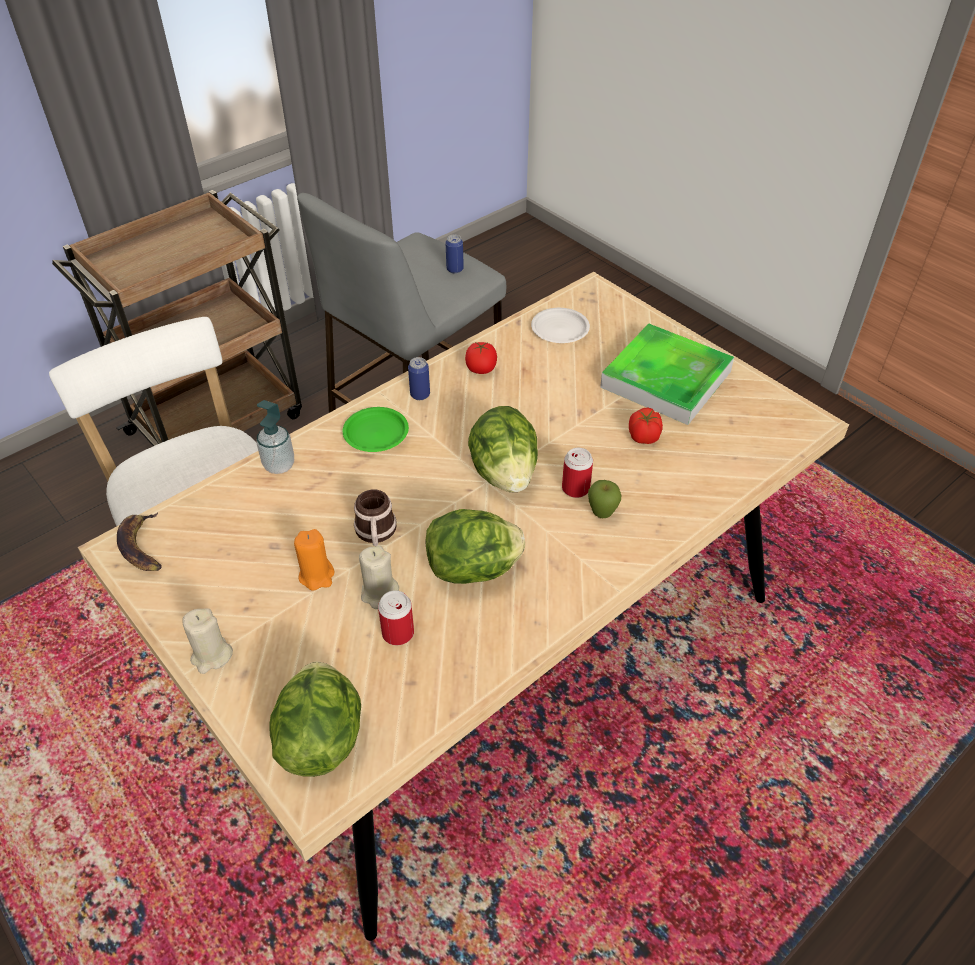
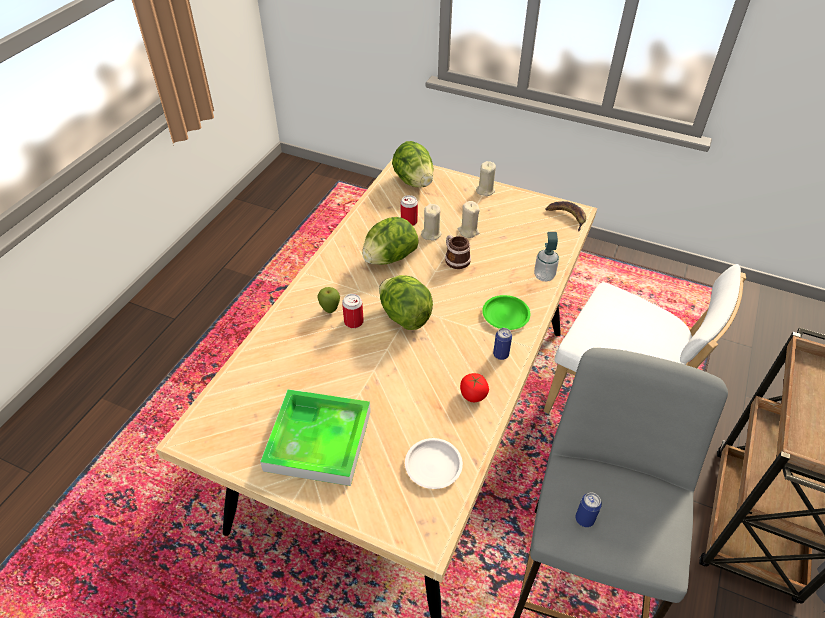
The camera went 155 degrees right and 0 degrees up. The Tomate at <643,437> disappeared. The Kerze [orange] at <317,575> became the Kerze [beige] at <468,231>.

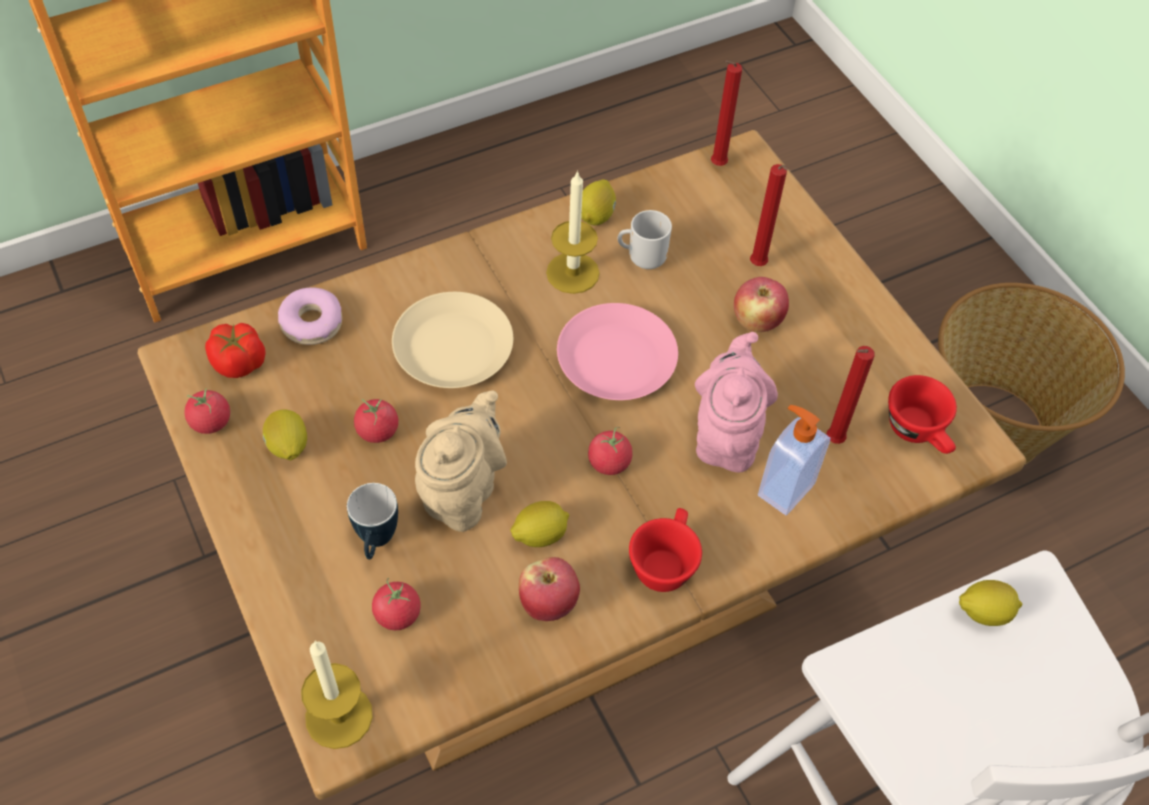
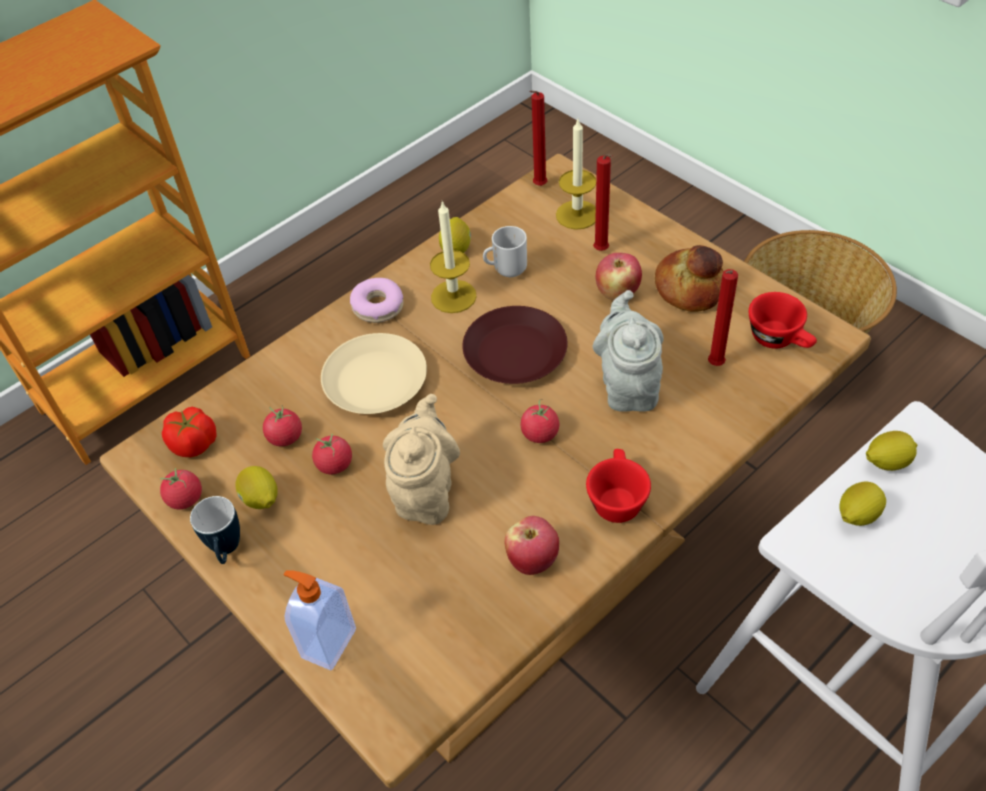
The camera went 10 degrees left and 5 degrees down. The Donut moved from <312,323> to <378,306>. The Teller [rosa] at <617,359> became the Teller [braun] at <516,352>. The Teekanne [rosa] at <727,435> became the Teekanne [grau] at <628,385>. The Seifenspender moved from <784,489> to <327,643>. The Henkelbecher moved from <376,543> to <226,551>. The Zitrone moved from <539,535> to <857,515>. The Tomate moved from <397,614> to <285,437>. The Kerze moved from <339,716> to <577,215>. The Brot at <689,288> appeared.

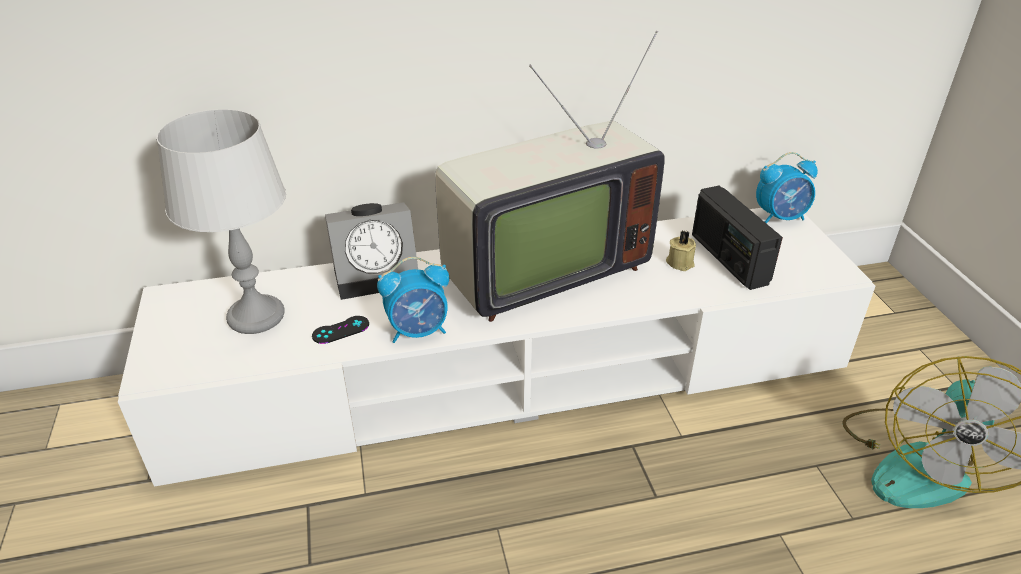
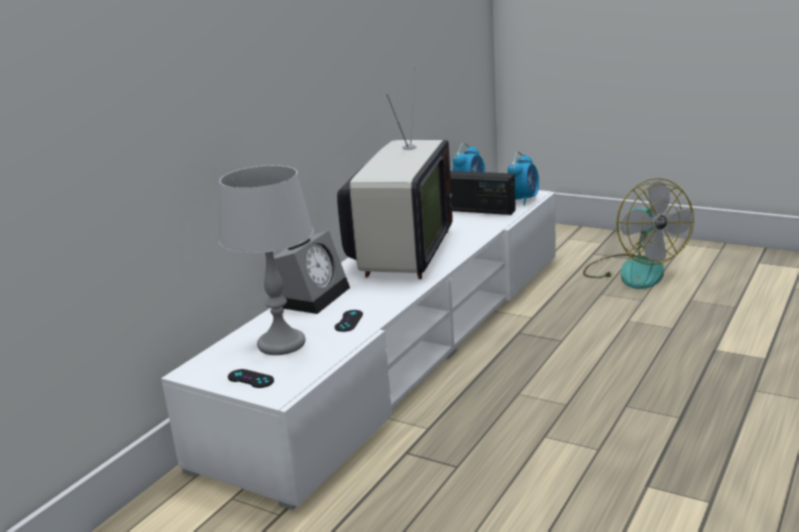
The camera went 45 degrees left and 15 degrees down. The Kerze [beige] at <680,262> disappeared. The Wecker moved from <418,331> to <523,200>. The Gamepad [schwarz] at <250,379> appeared.

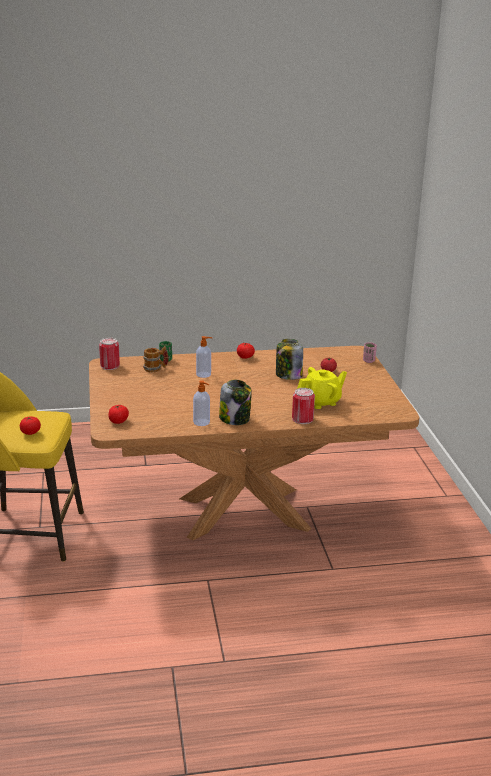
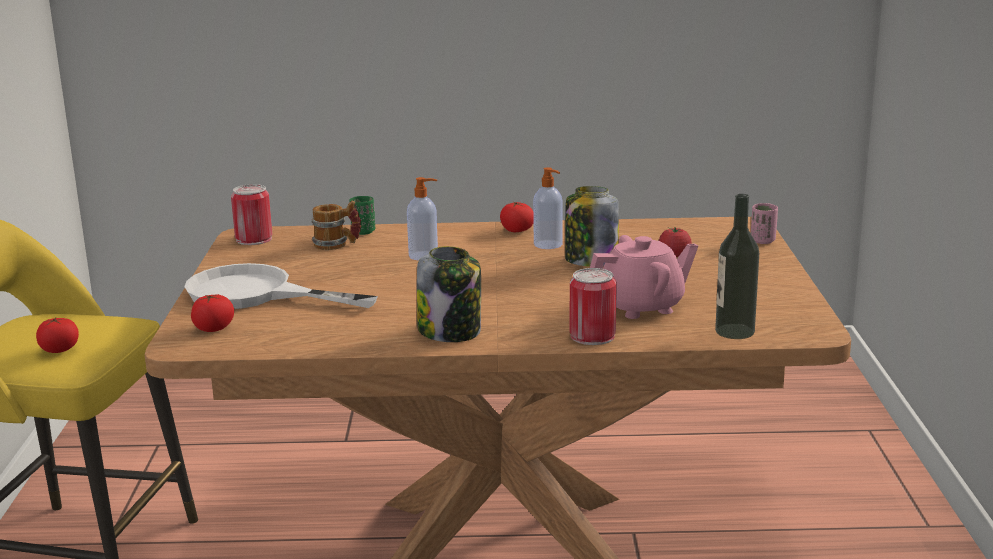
The camera went 10 degrees right and 5 degrees down. The Teekanne [gelb] at <321,402> became the Teekanne [rosa] at <642,307>. The Seifenspender moved from <202,422> to <548,245>. The Flasche at <734,331> appeared. The Pfanne [weiß] at <256,294> appeared.

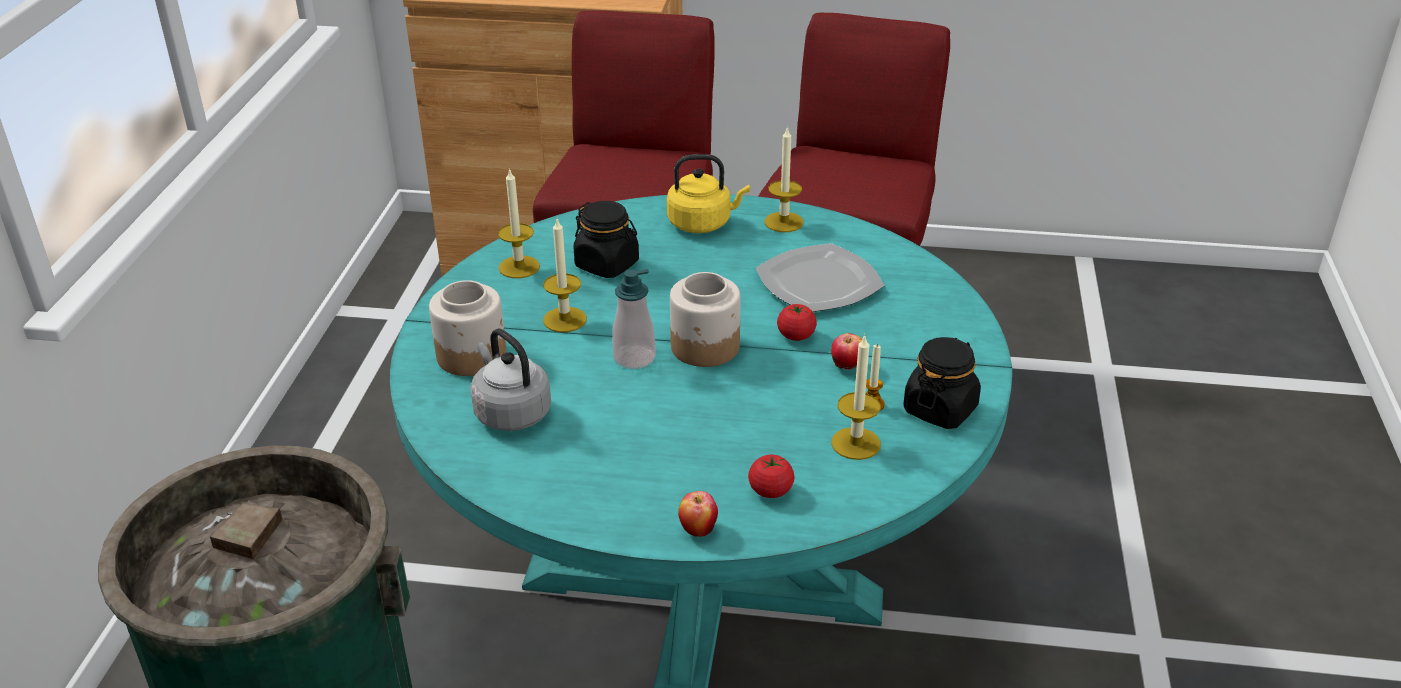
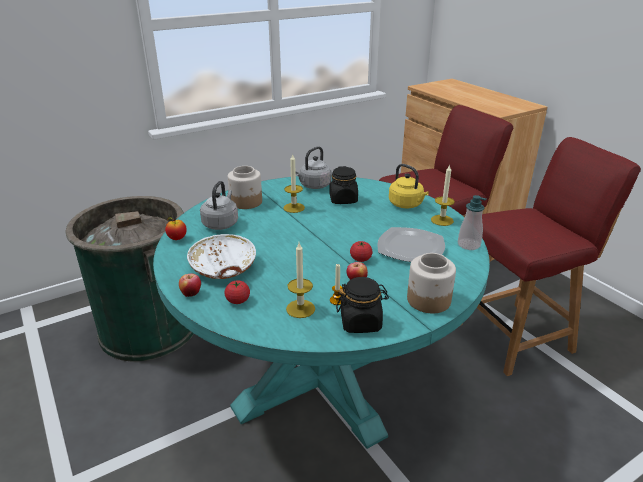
The camera went 50 degrees right and 5 degrees down. The Kerze at <519,267> was replaced by the Wasserkessel [grau] at <314,186>. The Seifenspender moved from <634,358> to <468,245>. The Vorratsglas moved from <705,347> to <428,300>. The Apfel at <177,238> appeared. The Schüssel [weiß] at <223,267> appeared.

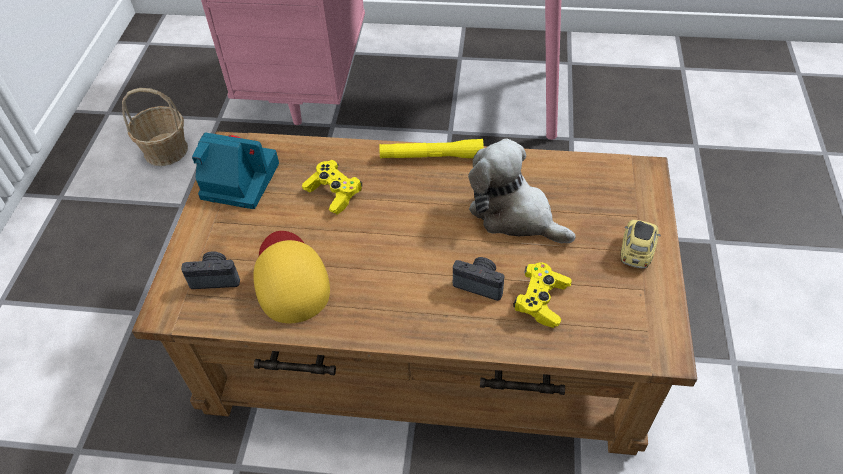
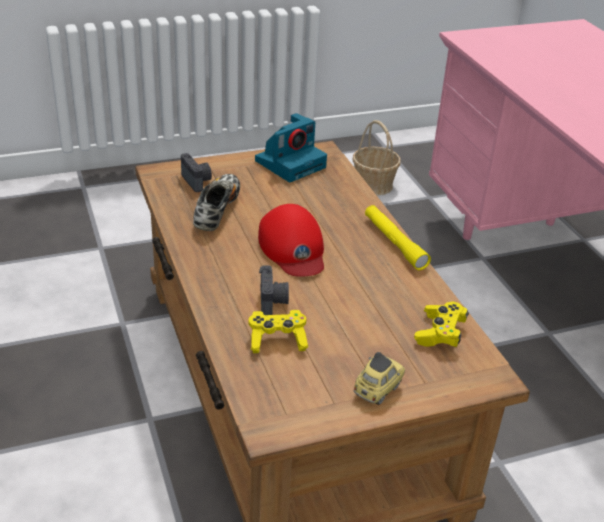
The camera went 60 degrees right and 15 degrees down. The Kamera at <238,181> turned 60 degrees clockwise. The Plüschtier at <514,214> disappeared. The Gamepad [gelb] moved from <334,193> to <440,333>. The Spielzeugauto at <636,252> turned 45 degrees counterclockwise. The Kappe [gelb] at <290,278> was replaced by the Schuh at <217,211>. The Kappe [rot] at <293,248> appeared.

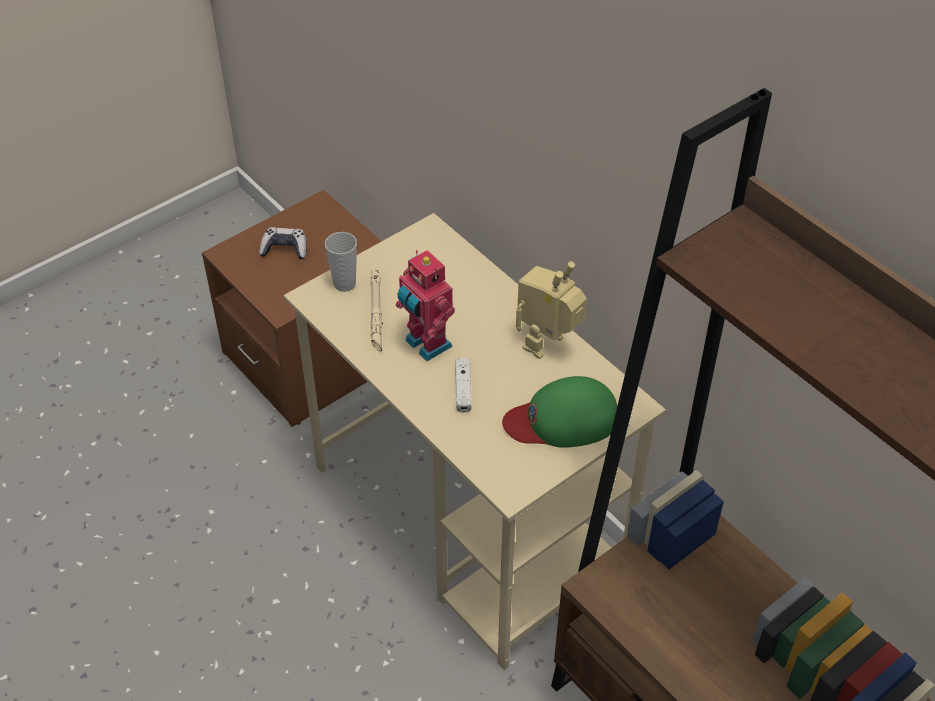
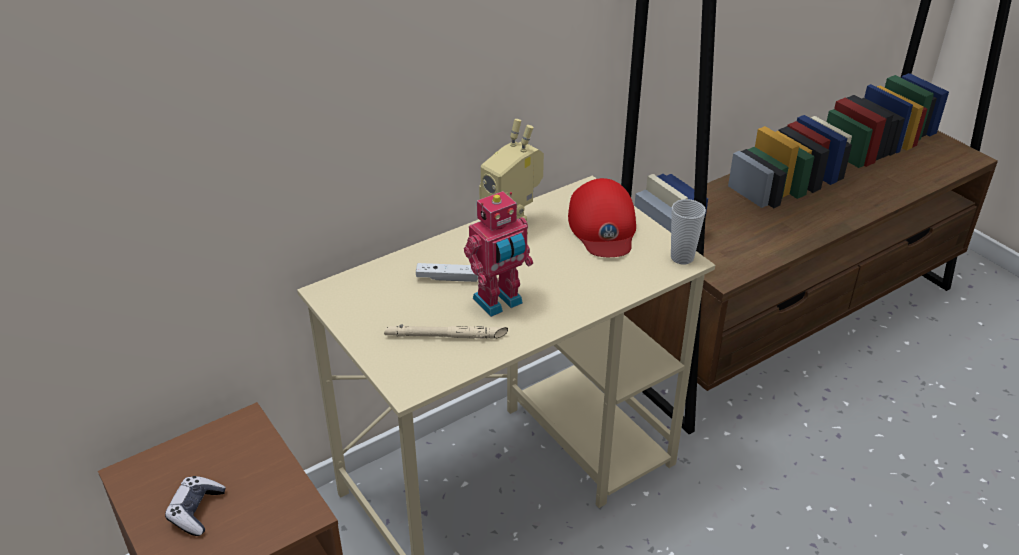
The camera went 85 degrees left and 10 degrees down. The Tasse moved from <344,284> to <682,257>. The Gamepad [weiß] moved from <463,389> to <447,278>. The Kappe [grün] at <562,419> became the Kappe [rot] at <603,227>.

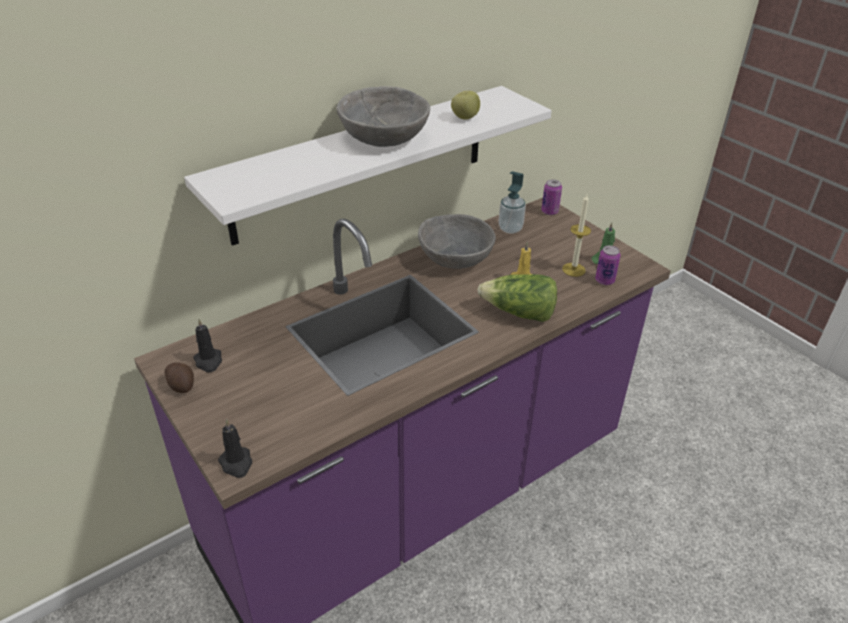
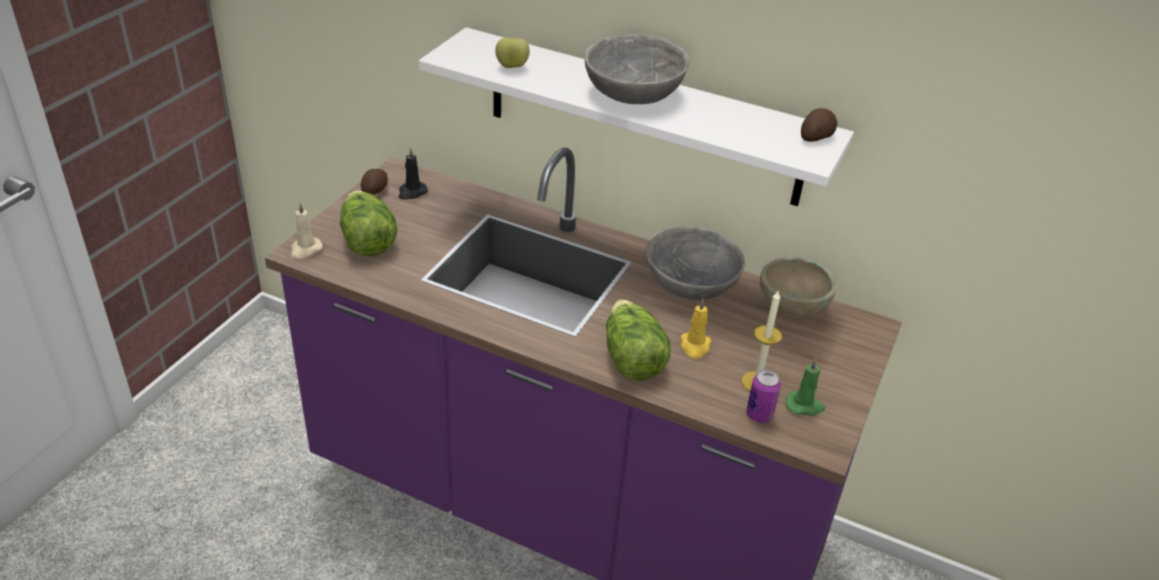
The camera went 60 degrees right and 0 degrees up. The Apfel moved from <464,118> to <512,67>. The Seifenspender at <510,229> was replaced by the Schüssel [beige] at <792,310>. The Dose at <549,212> disappeared. The Kerze [schwarz] at <236,463> became the Kerze [beige] at <305,250>. The Kartoffel at <815,136> appeared. The Salatkopf at <366,240> appeared.

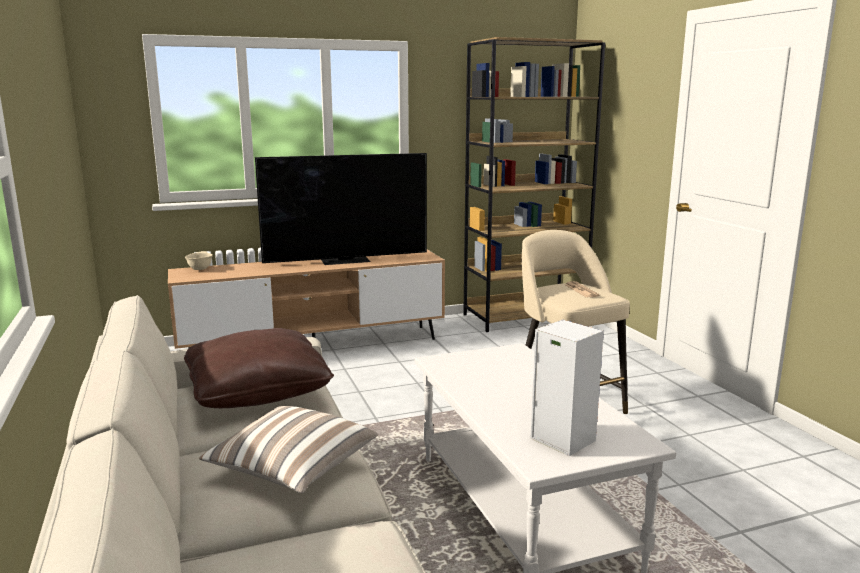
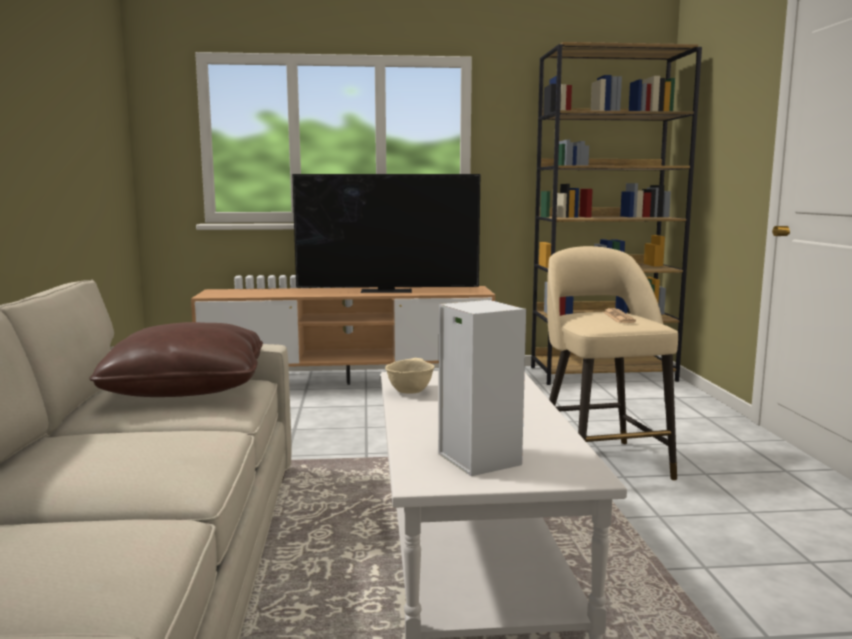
The camera went 15 degrees right and 5 degrees down. The Schüssel [beige] moved from <200,269> to <409,391>. The Kissen at <292,469> disappeared.

